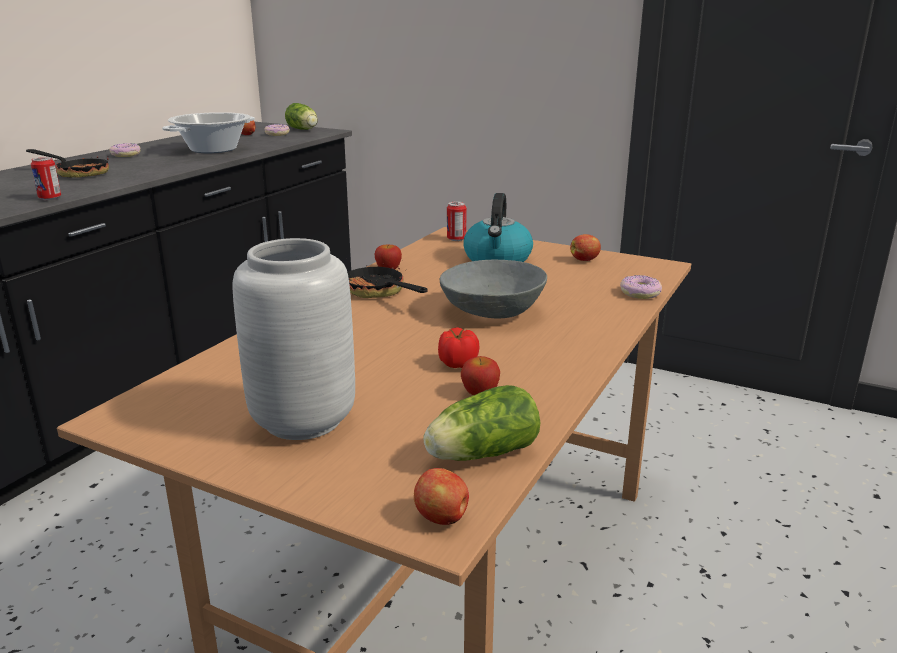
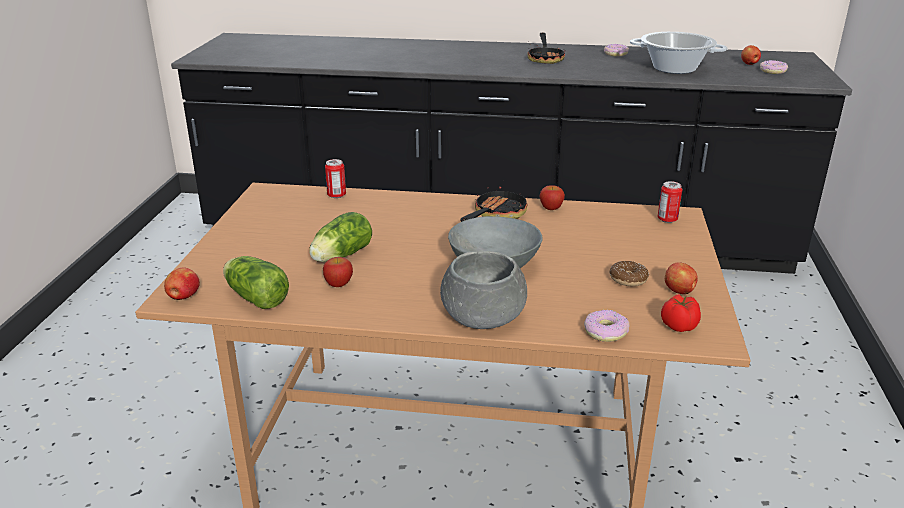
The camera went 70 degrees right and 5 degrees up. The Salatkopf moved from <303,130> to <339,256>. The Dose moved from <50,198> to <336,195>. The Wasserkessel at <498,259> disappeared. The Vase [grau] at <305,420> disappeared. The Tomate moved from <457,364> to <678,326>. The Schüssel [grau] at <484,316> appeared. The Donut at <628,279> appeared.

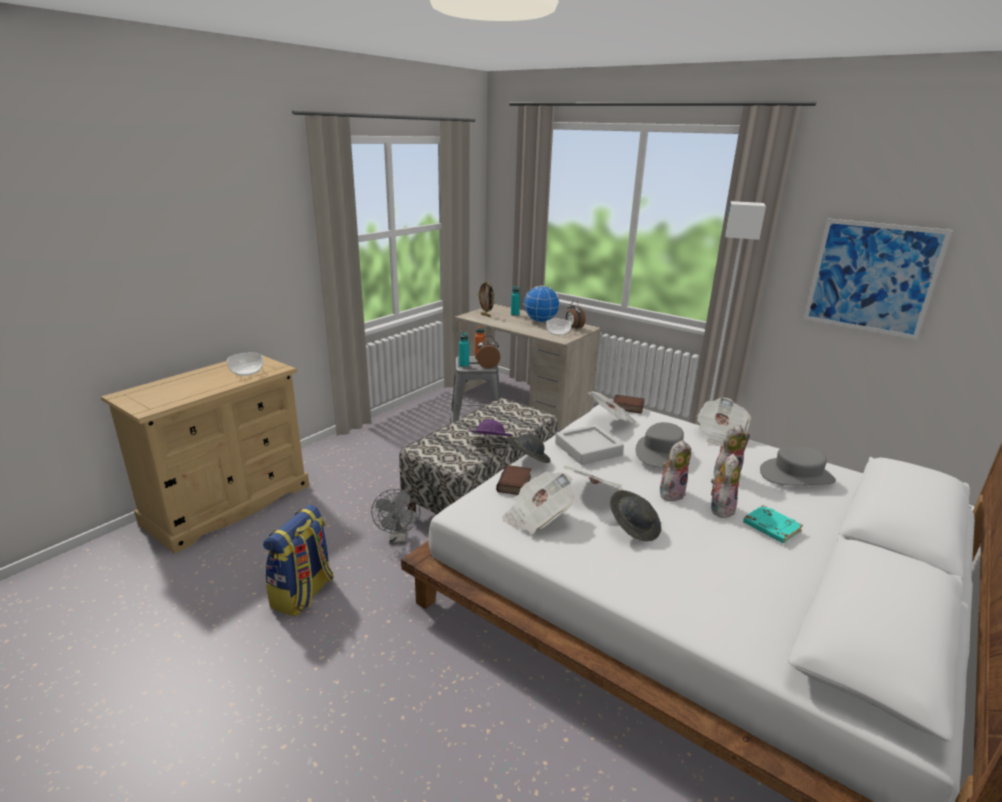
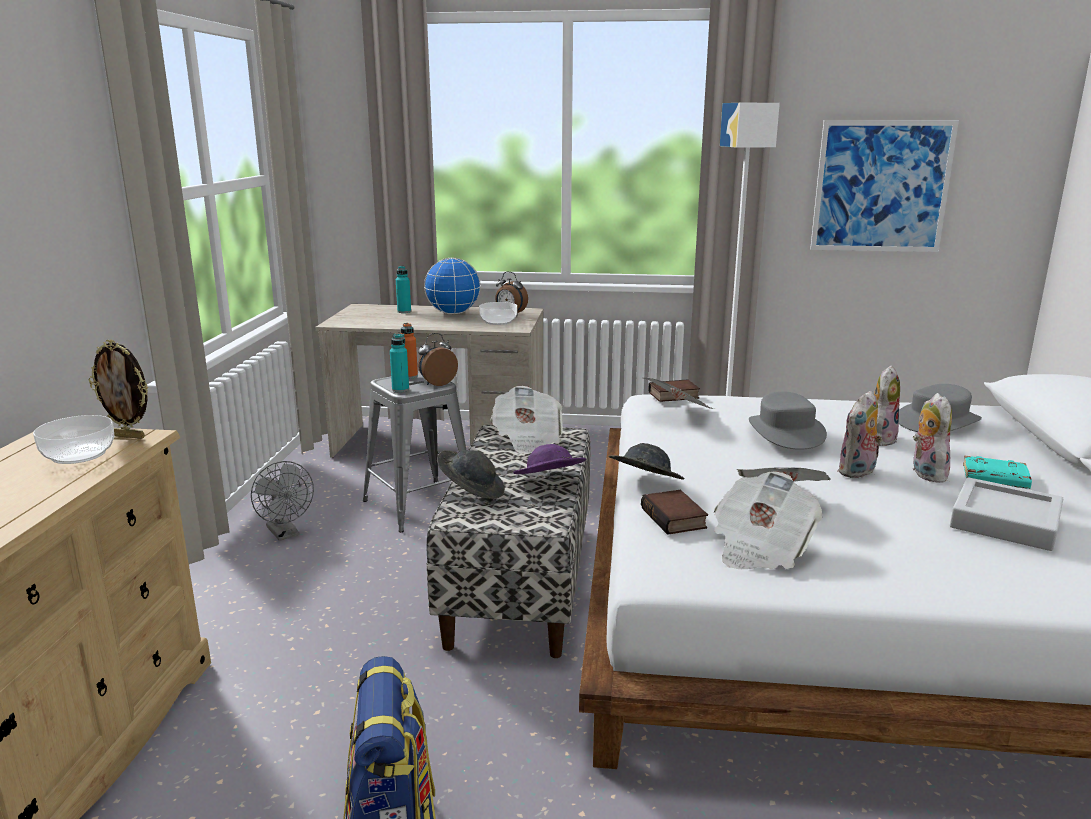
The camera went 30 degrees left and 5 degrees down. The Bilderrahmen moved from <486,315> to <129,436>. The Zeitung moved from <720,435> to <527,439>. The Tablett [grau] moved from <588,449> to <1005,522>. The Plüschtier at <671,493> turned 150 degrees counterclockwise. The Ventilator [grau] moved from <398,539> to <285,534>. The Hut [grau] moved from <634,526> to <471,490>.

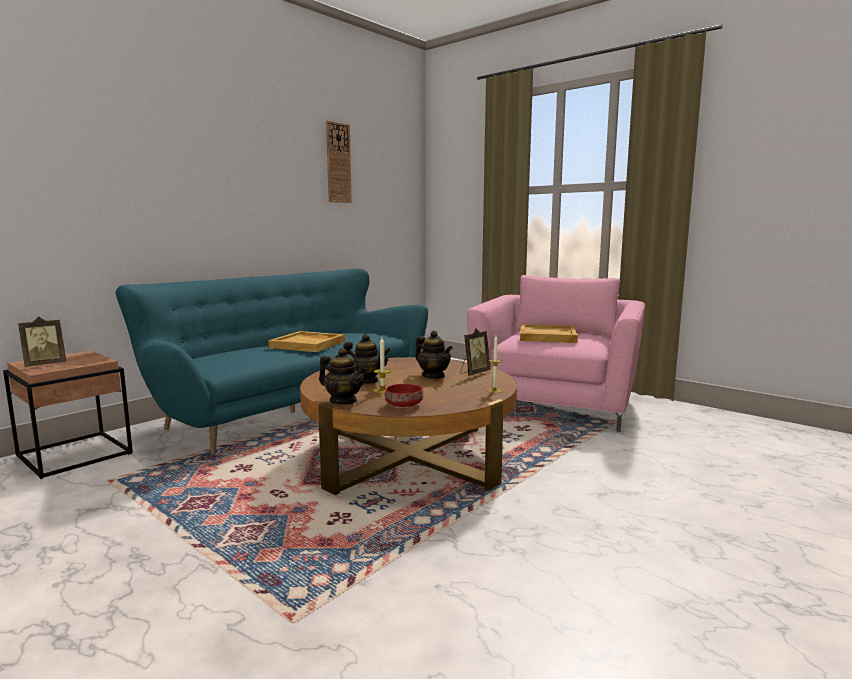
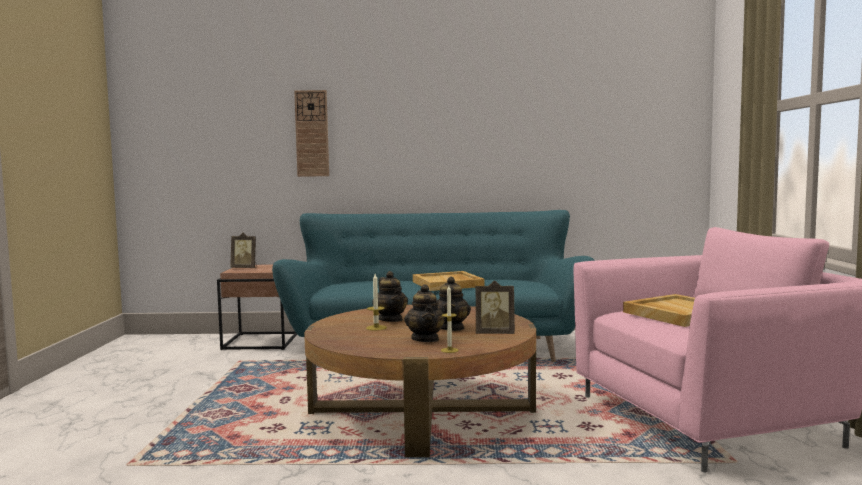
The camera went 50 degrees right and 5 degrees down. The Wanduhr moved from <338,163> to <312,133>. The Teekanne moved from <343,401> to <425,339>. The Schüssel [rot] at <404,405> disappeared.

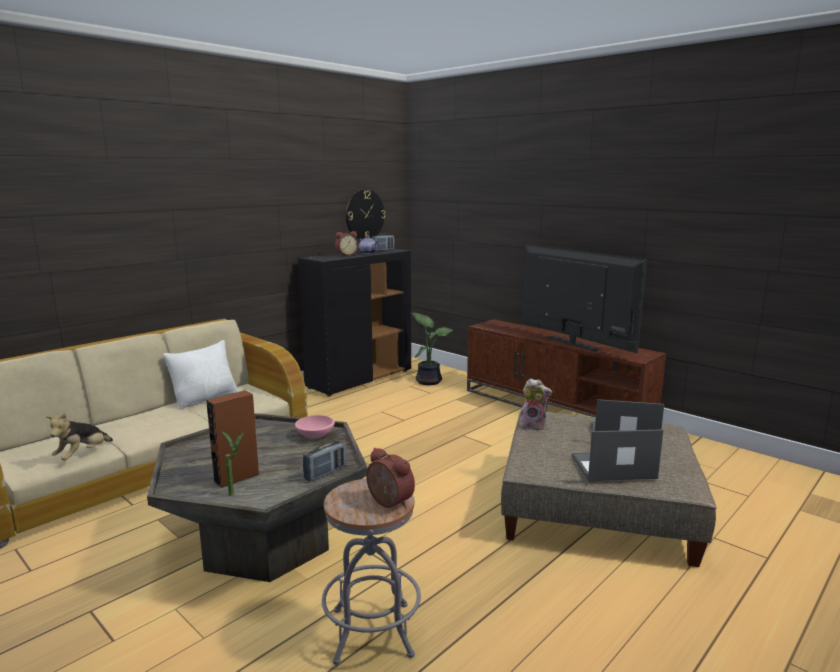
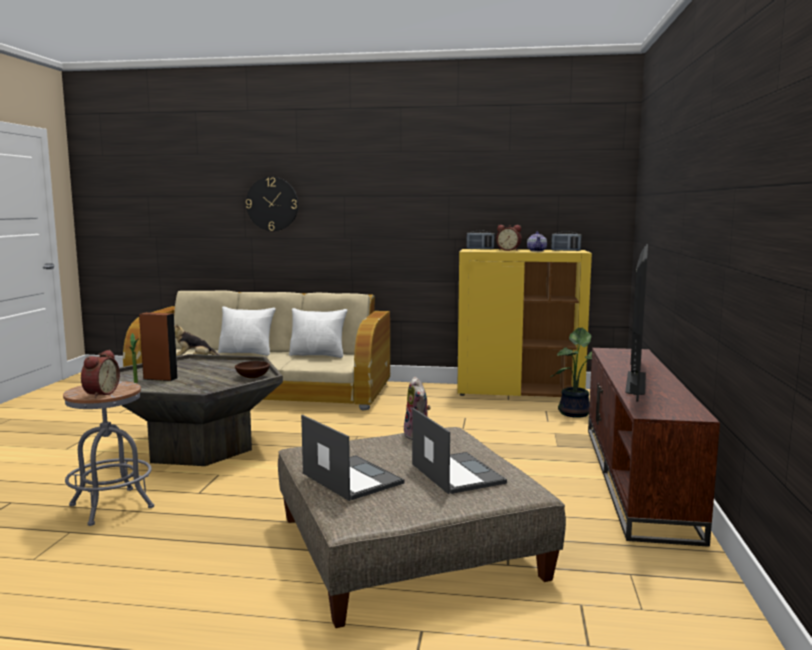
The camera went 55 degrees right and 5 degrees down. The Wanduhr moved from <364,215> to <272,204>. The Schrank [schwarz] at <360,379> became the Schrank [gelb] at <520,393>. The Schüssel [rosa] at <315,435> became the Schüssel [braun] at <252,377>. The Radio moved from <325,473> to <480,249>. The Kissen [weiß] at <247,353> appeared.

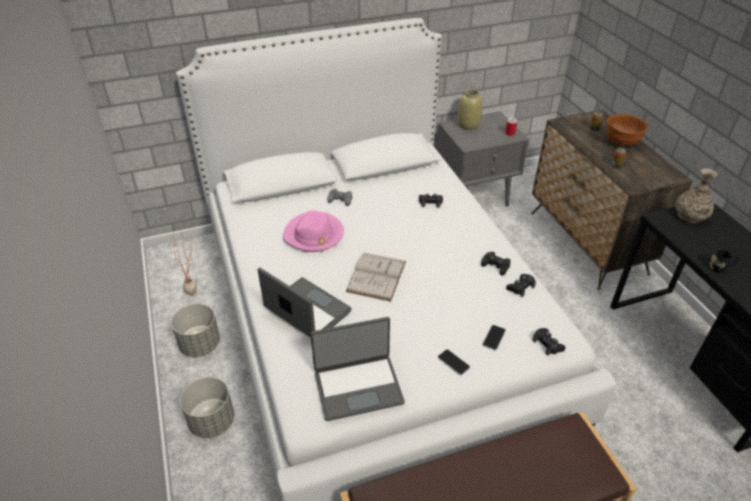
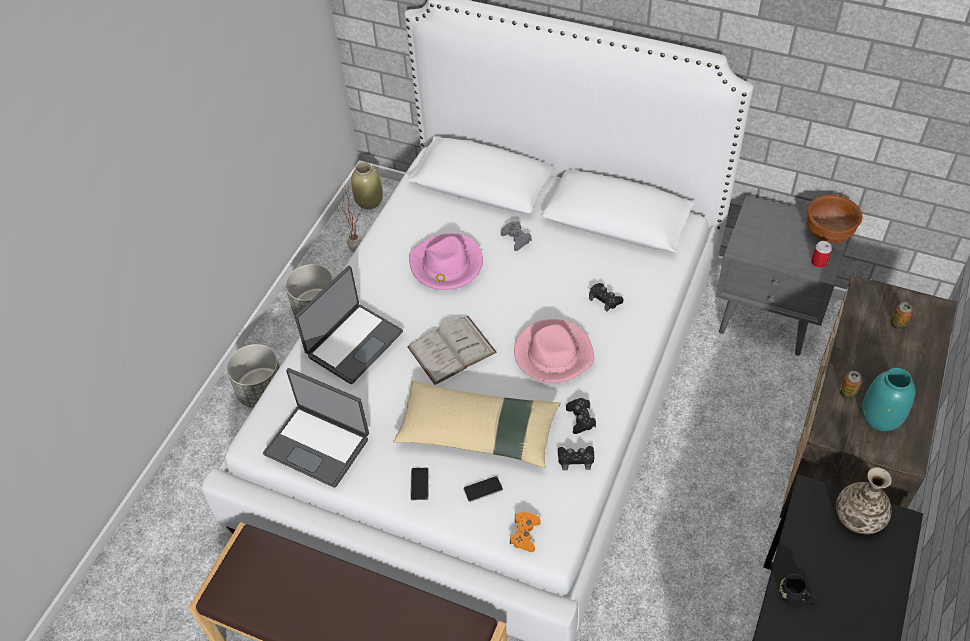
The camera went 45 degrees right and 10 degrees up. The Vase [beige] moved from <468,125> to <369,201>. The Schüssel [braun] moved from <621,143> to <828,234>. The Laptop at <306,311> turned 45 degrees clockwise. The Gamepad [schwarz] at <547,344> became the Gamepad [orange] at <525,534>. The Hut [rosa] at <553,353> appeared. The Vase [türkis] at <881,417> appeared. The Kissen [beige] at <478,431> appeared.

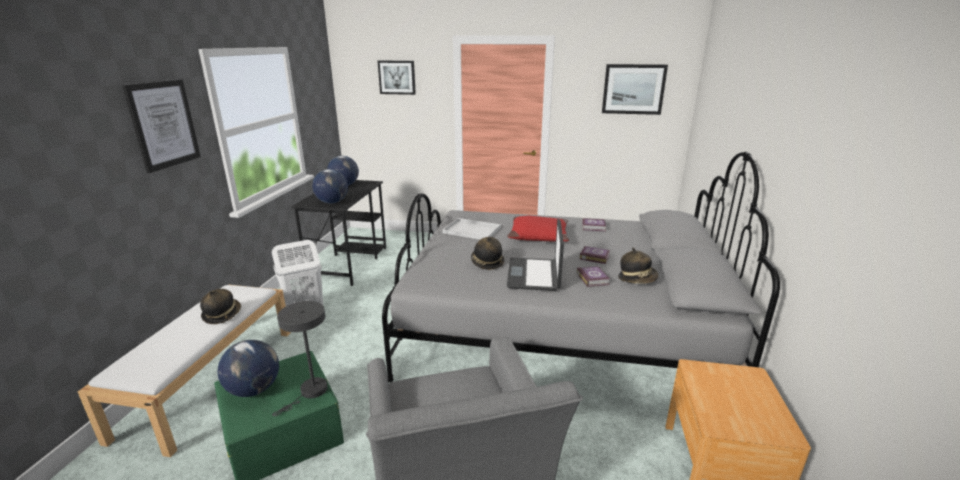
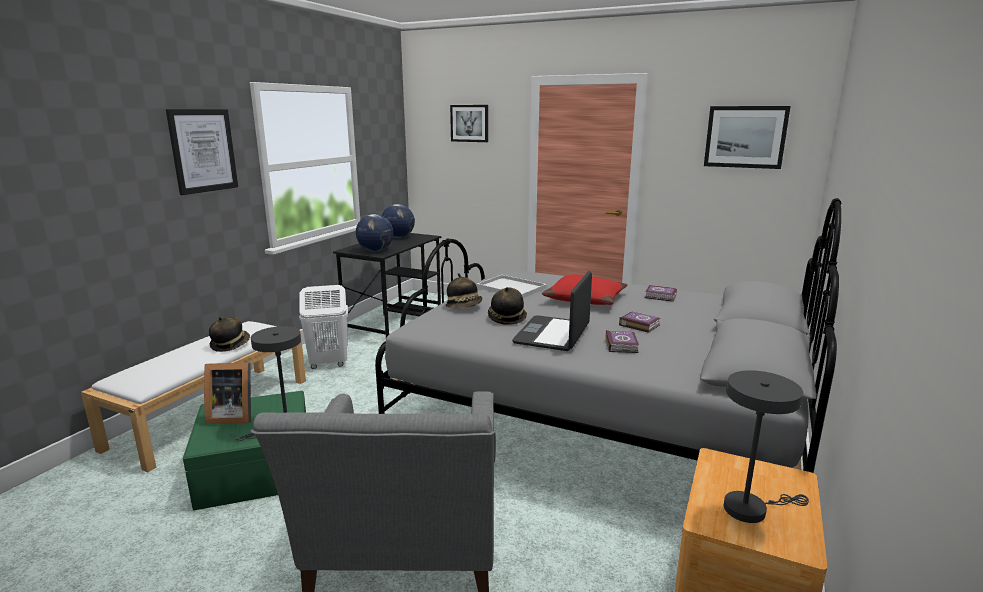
The camera went 15 degrees right and 5 degrees down. The Hut moved from <637,279> to <464,307>. The Globus at <254,389> was replaced by the Bilderrahmen at <232,416>. The Tischlampe [grau] at <750,508> appeared.

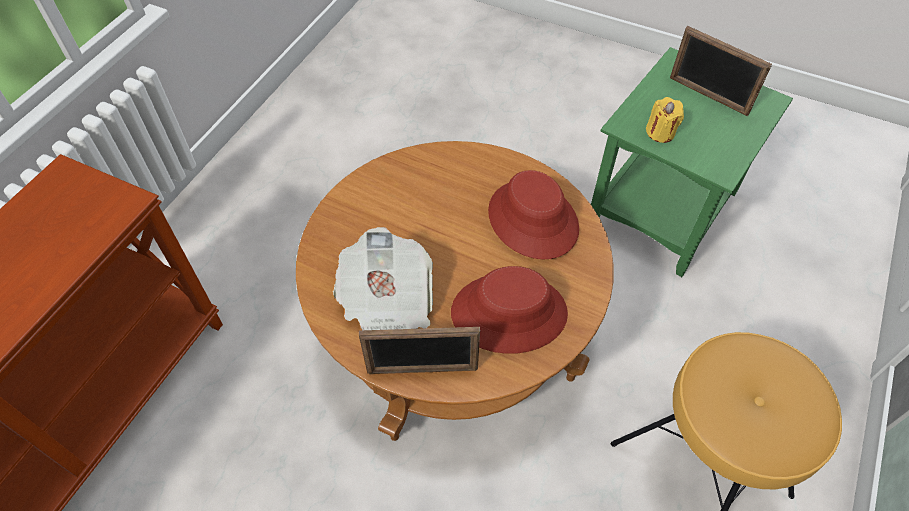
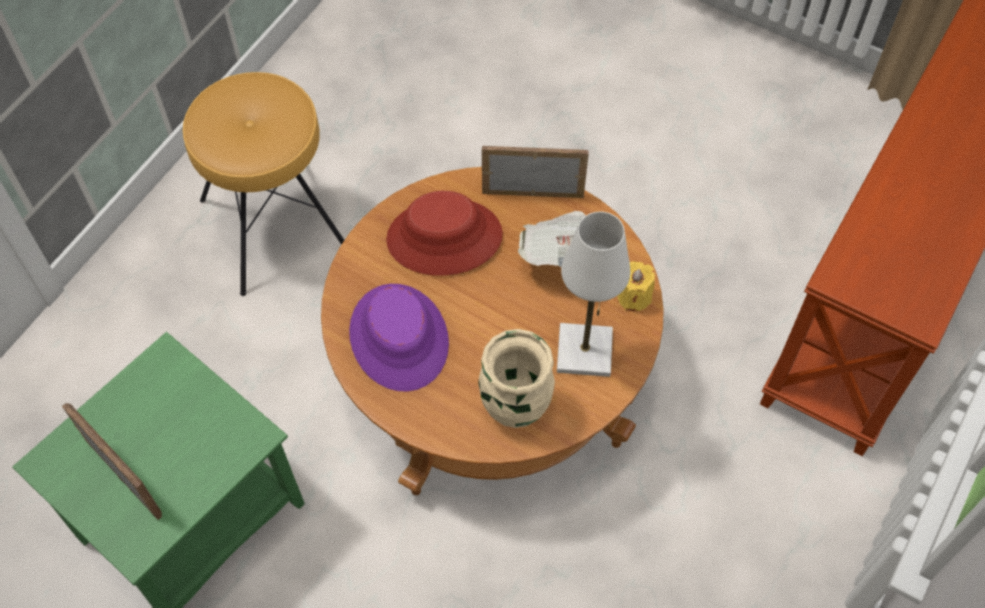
The camera went 175 degrees left and 5 degrees up. The Kerze [gelb] moved from <660,132> to <634,297>. The Hut [rot] at <532,220> became the Hut [lila] at <399,337>. The Tischlampe [weiß] at <584,351> appeared. The Vase [beige] at <514,407> appeared.

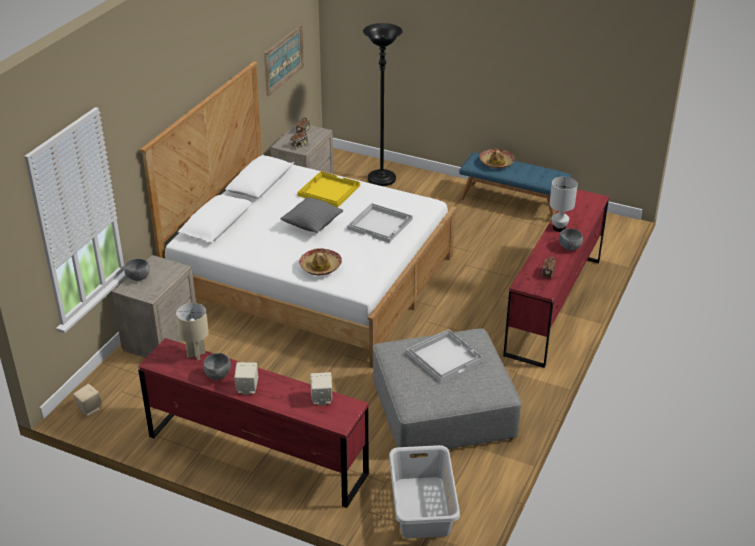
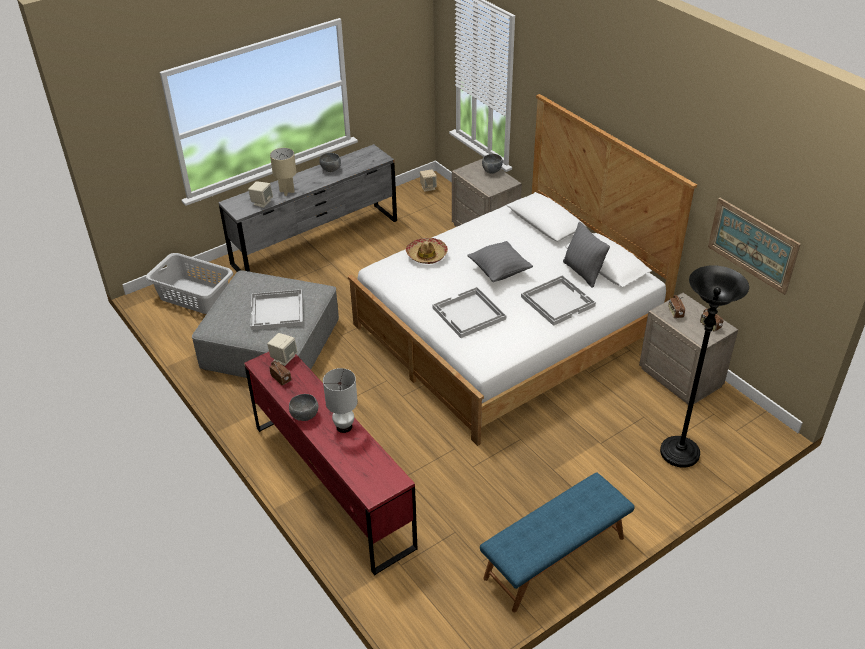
The camera went 120 degrees right and 5 degrees up. The Hut at <496,163> disappeared. The Tablett [gelb] at <328,191> became the Tablett [weiß] at <558,301>. The Tischlampe [beige] moved from <196,354> to <287,191>. The Kommode [rot] at <257,455> became the Kommode [grau] at <316,242>. The Lautsprecher [beige] moved from <247,388> to <284,358>. The Kissen [grau] at <583,272> appeared.

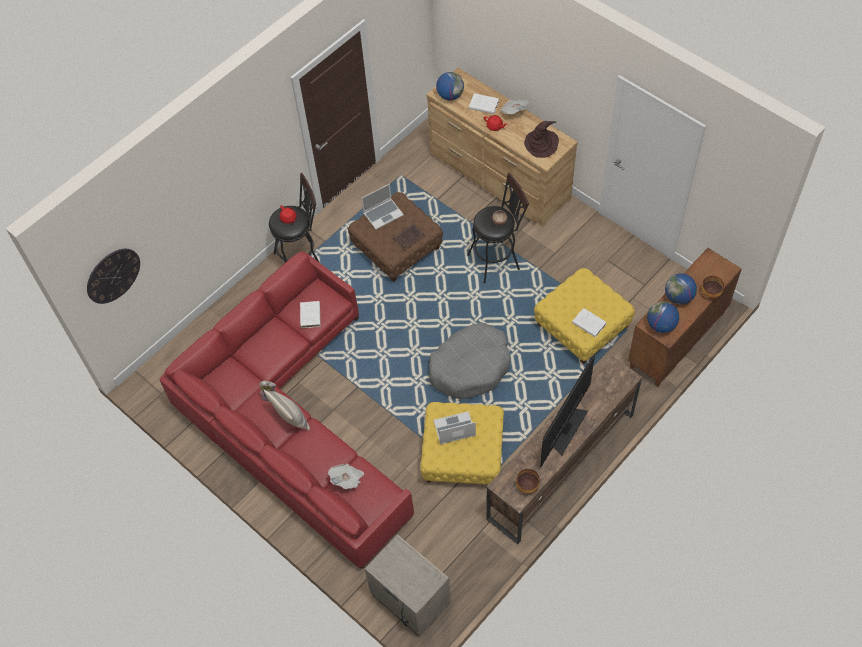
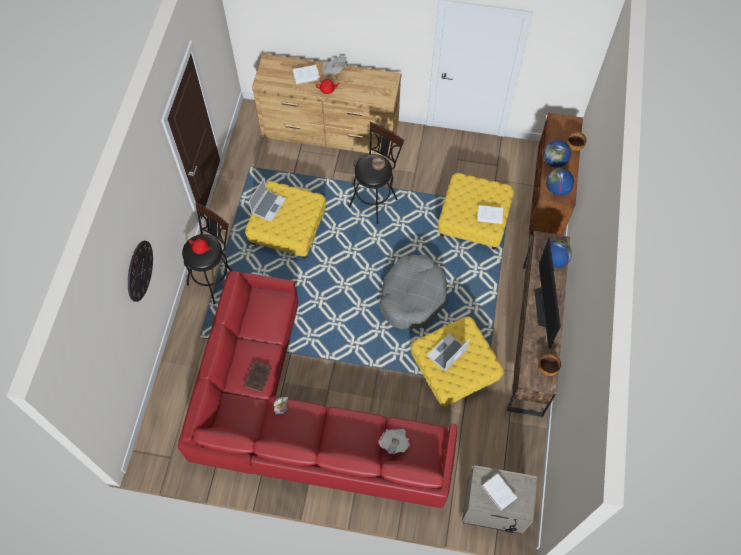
The camera went 35 degrees left and 5 degrees up. The Globus moved from <450,95> to <554,260>. The Hut [braun] at <541,144> disappeared. The Polsterhocker [braun] at <397,247> became the Polsterhocker [gelb] at <287,228>. The Buch [braun] moved from <409,237> to <258,376>. The Wanduhr moved from <113,275> to <139,271>. The Buch [weiß] moved from <310,316> to <500,493>. The Kissen at <291,419> disappeared.

